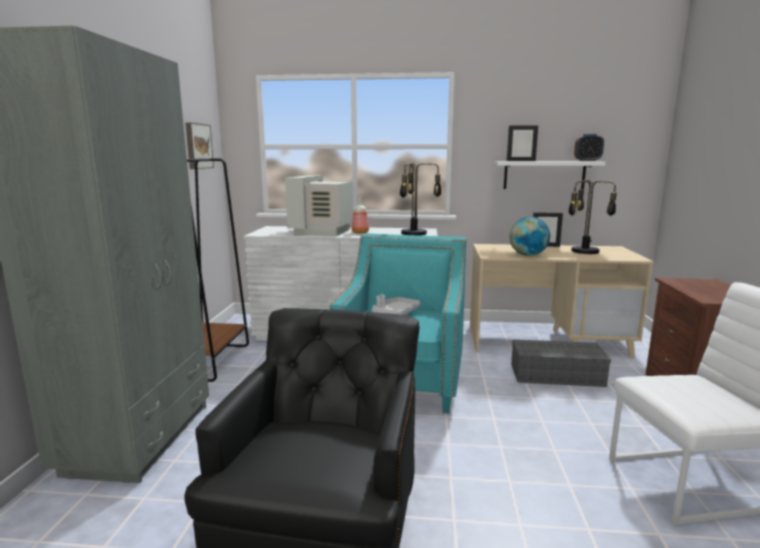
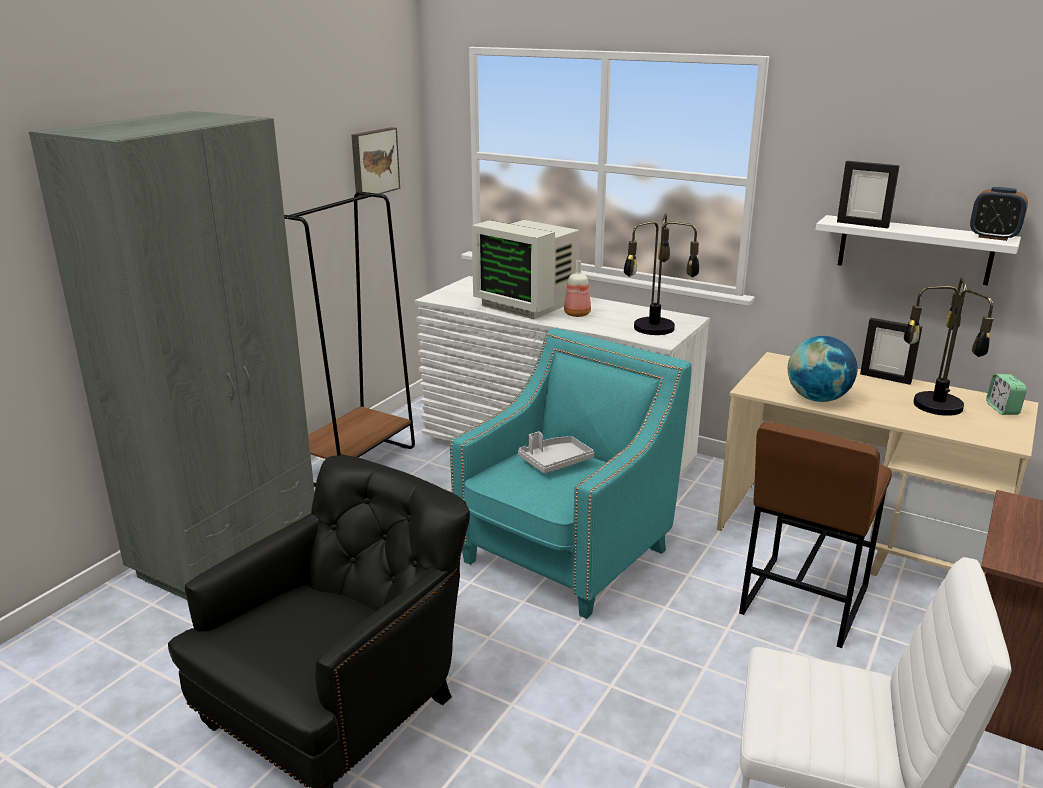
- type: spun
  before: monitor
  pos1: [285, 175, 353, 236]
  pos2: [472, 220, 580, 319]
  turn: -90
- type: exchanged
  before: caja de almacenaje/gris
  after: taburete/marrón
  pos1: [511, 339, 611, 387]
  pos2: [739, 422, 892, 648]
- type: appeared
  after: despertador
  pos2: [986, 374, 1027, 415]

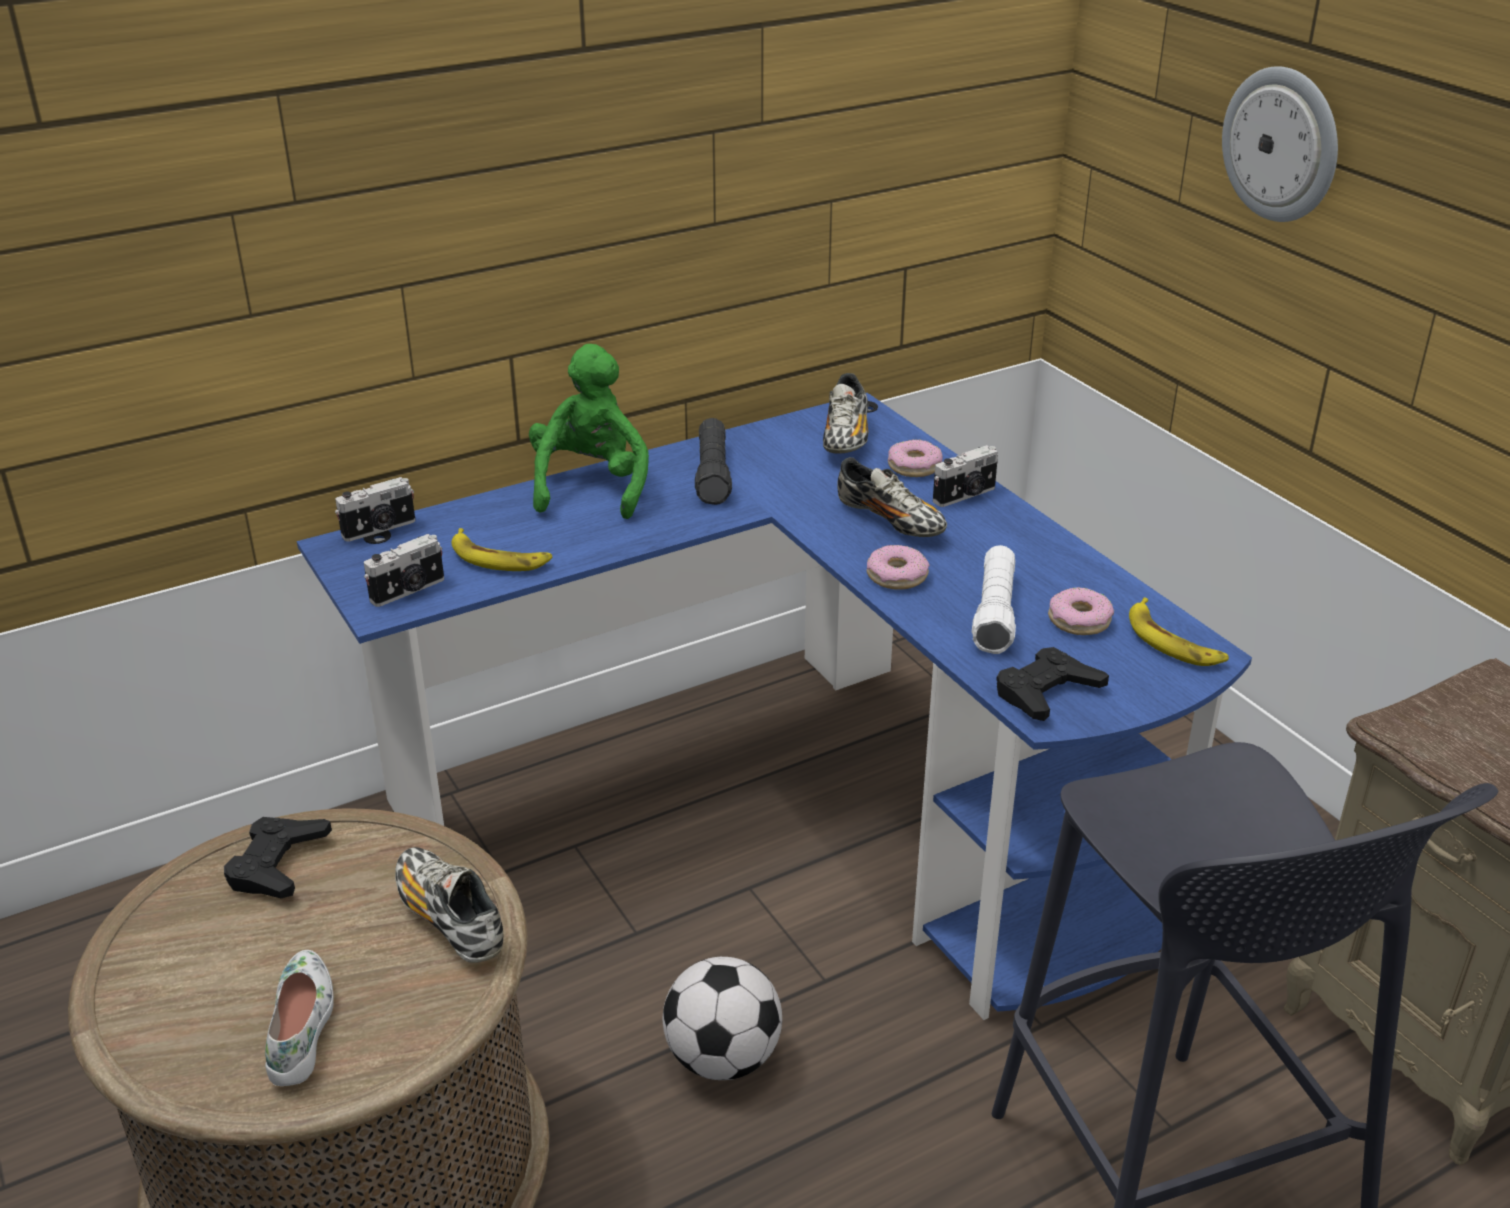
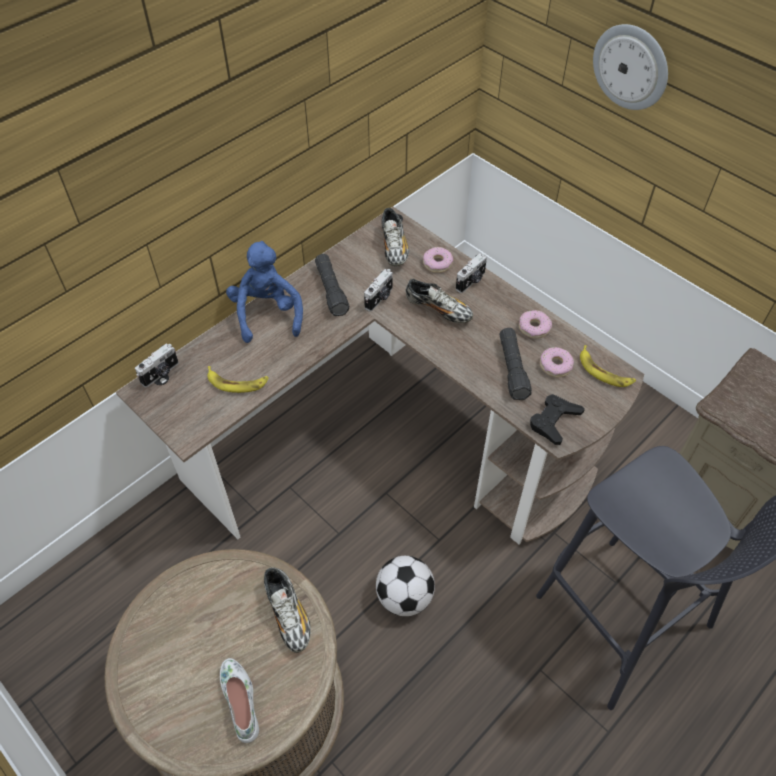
- type: missing
  before: mando de consola/negro
  pos1: [224, 817, 332, 898]
- type: colour
  before: escritorio/azul
  after: escritorio/marrón
  pos1: [297, 393, 1252, 1020]
  pos2: [116, 207, 644, 545]
- type: relocated
  before: cámara
  pos1: [364, 534, 444, 607]
  pos2: [364, 269, 393, 312]
- type: spun
  before: zapato
  pos1: [395, 847, 504, 963]
  pos2: [264, 567, 311, 653]
  turn: -150
- type: colour
  before: peluche/verde
  after: peluche/azul
  pos1: [529, 344, 649, 519]
  pos2: [226, 241, 303, 343]
- type: relocated
  before: rosquilla
  pos1: [867, 545, 930, 590]
  pos2: [519, 310, 552, 338]
- type: colour
  before: linterna/blanco
  after: linterna/negro
  pos1: [972, 545, 1016, 654]
  pos2: [500, 328, 532, 400]

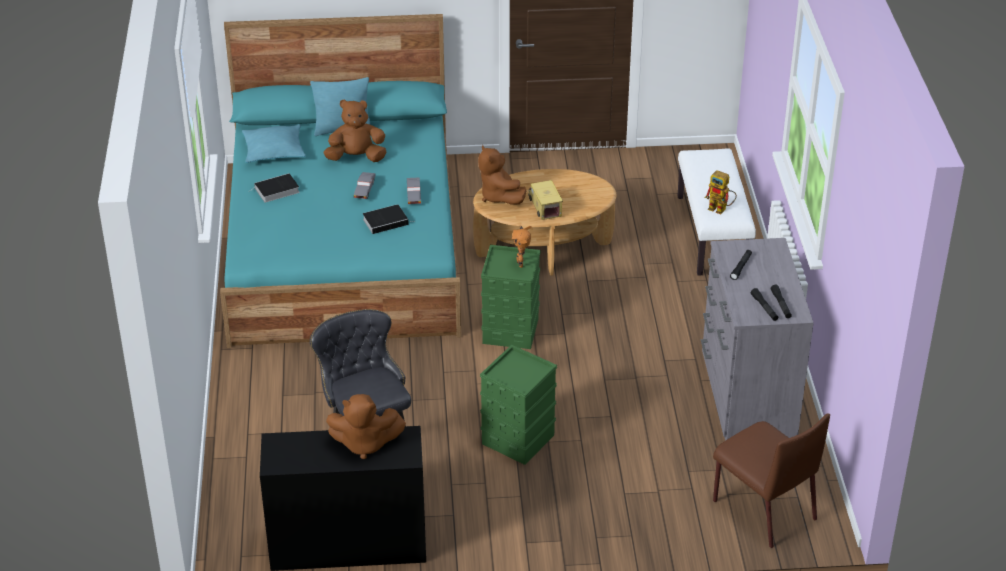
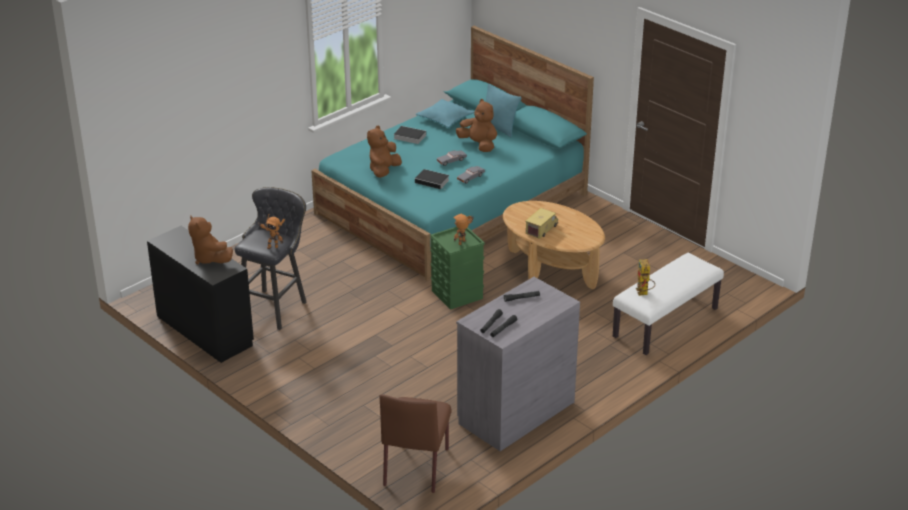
- type: relocated
  before: peluche/marrón
  pos1: [478, 145, 526, 205]
  pos2: [367, 126, 402, 178]
- type: missing
  before: caja de almacenaje/verde
  pos1: [480, 345, 557, 465]
- type: appeared
  after: robot de juguete
  pos2: [257, 215, 285, 249]

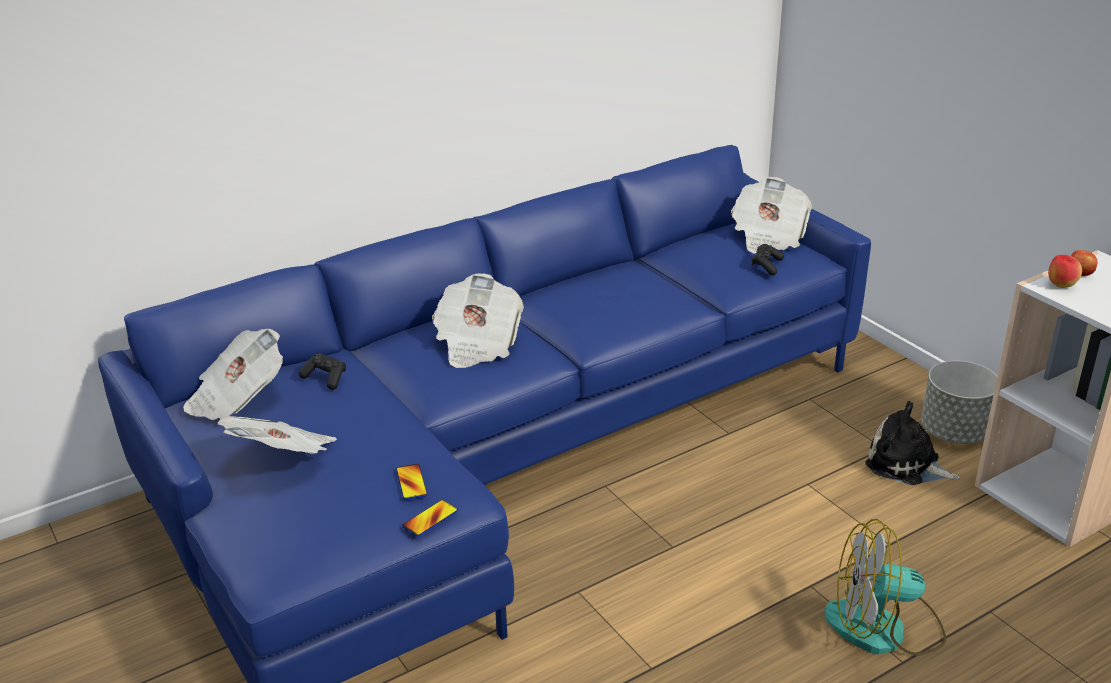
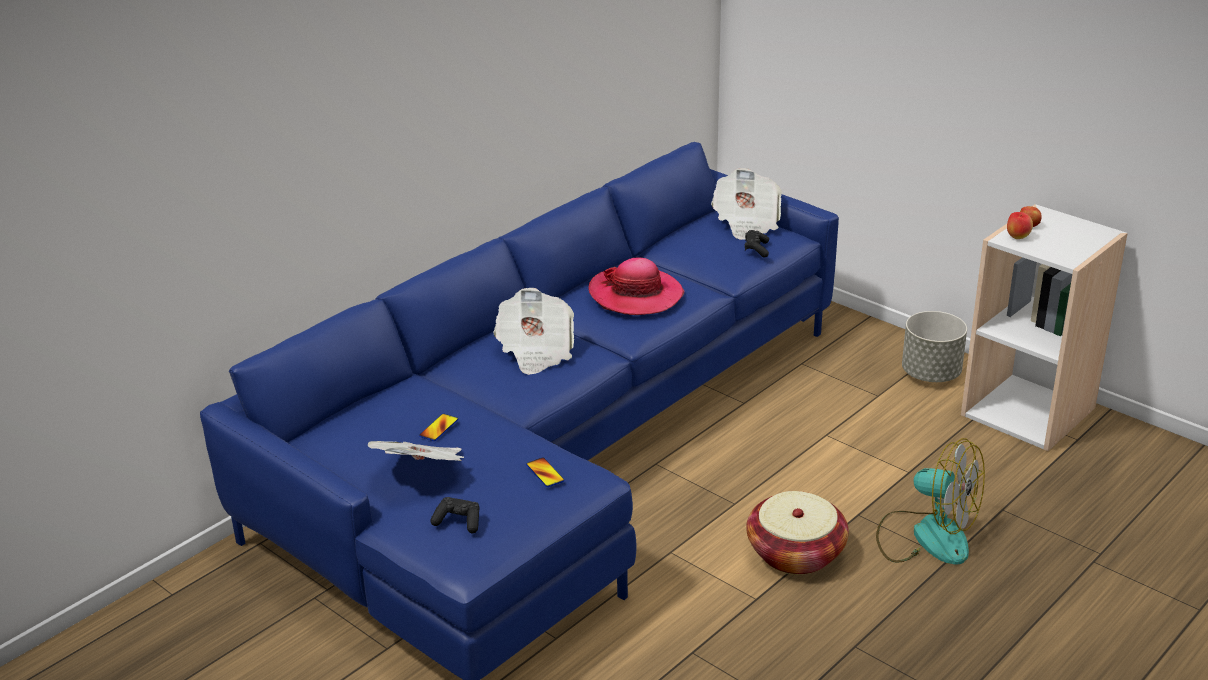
- type: missing
  before: periódico
  pos1: [183, 329, 283, 420]
- type: relocated
  before: mando de consola/negro
  pos1: [298, 353, 346, 390]
  pos2: [430, 497, 480, 533]
- type: relocated
  before: móvil
  pos1: [402, 500, 458, 537]
  pos2: [419, 414, 459, 441]
- type: spun
  before: ventilador
  pos1: [824, 519, 946, 656]
  pos2: [876, 438, 985, 565]
  turn: -135
- type: missing
  before: peluche
  pos1: [865, 401, 960, 485]
- type: appeared
  after: sombrero
  pos2: [589, 257, 684, 315]
- type: appeared
  after: cesta
  pos2: [746, 491, 849, 575]

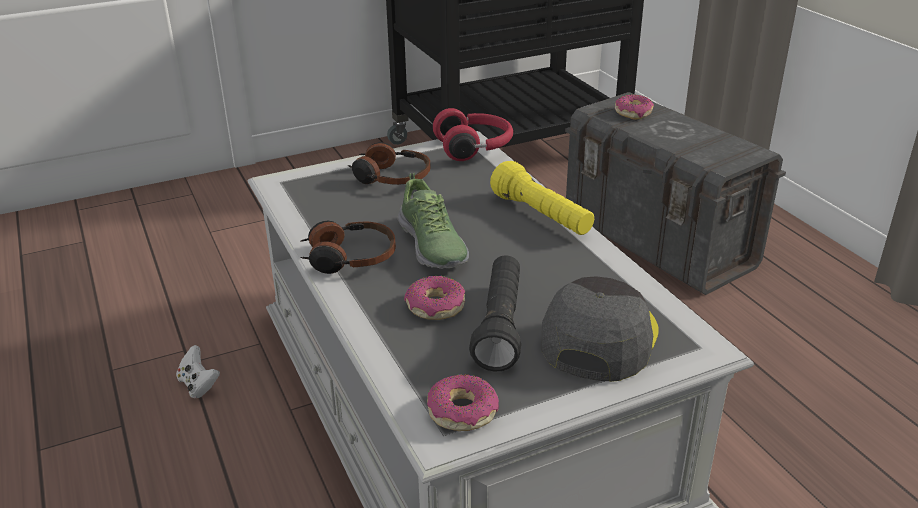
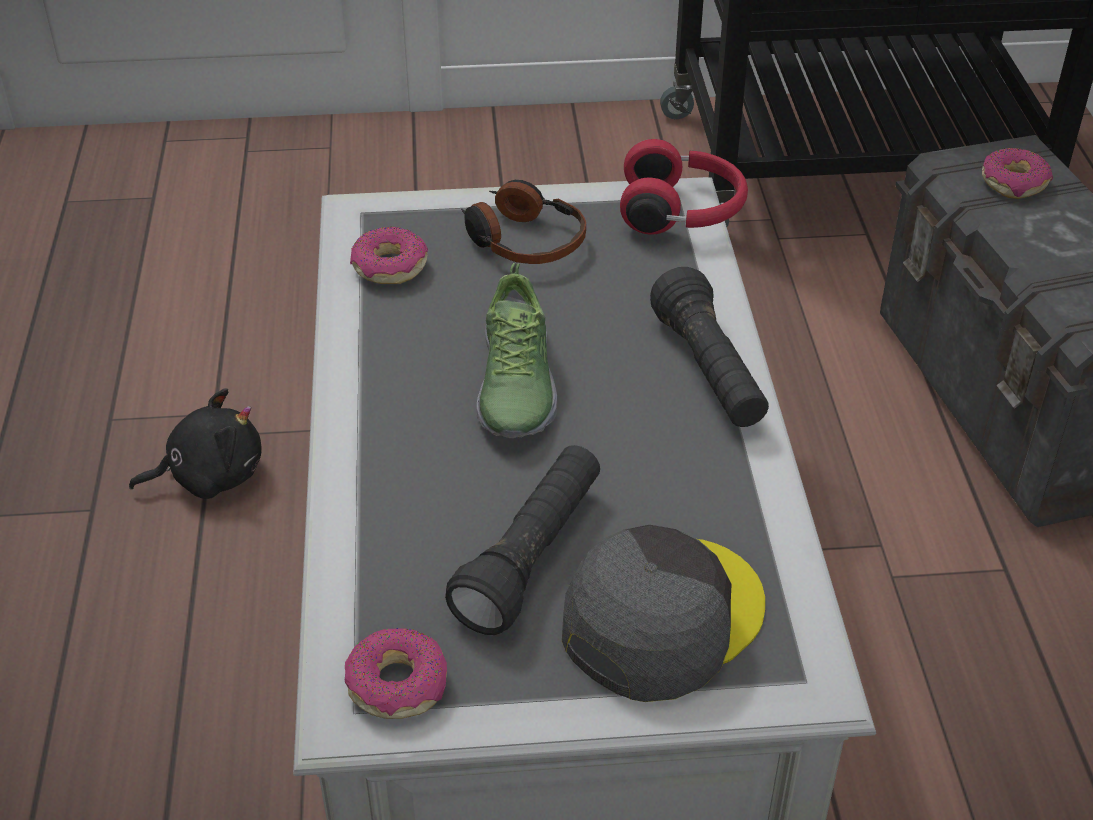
- type: exchanged
  before: mando de consola/blanco
  after: peluche/negro
  pos1: [176, 345, 220, 398]
  pos2: [129, 388, 262, 499]
- type: missing
  before: auriculares
  pos1: [300, 221, 396, 274]
- type: relocated
  before: rosquilla
  pos1: [404, 276, 465, 320]
  pos2: [350, 227, 428, 284]
- type: colour
  before: linterna/amarillo
  after: linterna/negro
  pos1: [490, 161, 594, 235]
  pos2: [650, 267, 769, 427]

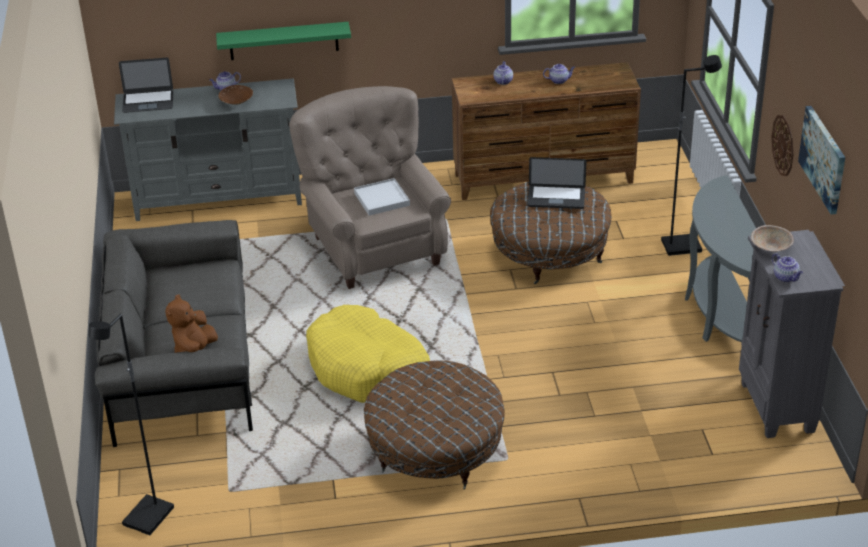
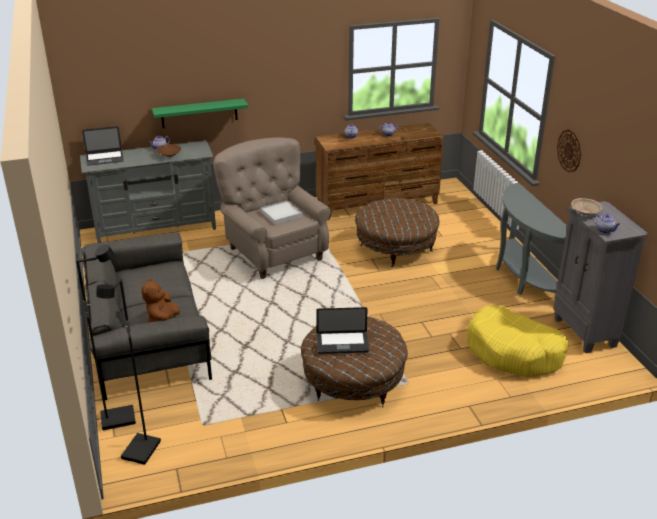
- type: relocated
  before: cama para perro/amarillo
  pos1: [306, 305, 430, 403]
  pos2: [467, 305, 568, 377]
- type: relocated
  before: portátil
  pos1: [527, 157, 586, 209]
  pos2: [316, 307, 369, 354]
- type: relocated
  before: lámpara de pie/negro
  pos1: [661, 55, 722, 256]
  pos2: [76, 245, 136, 430]
- type: missing
  before: cuadro
  pos1: [798, 106, 845, 214]

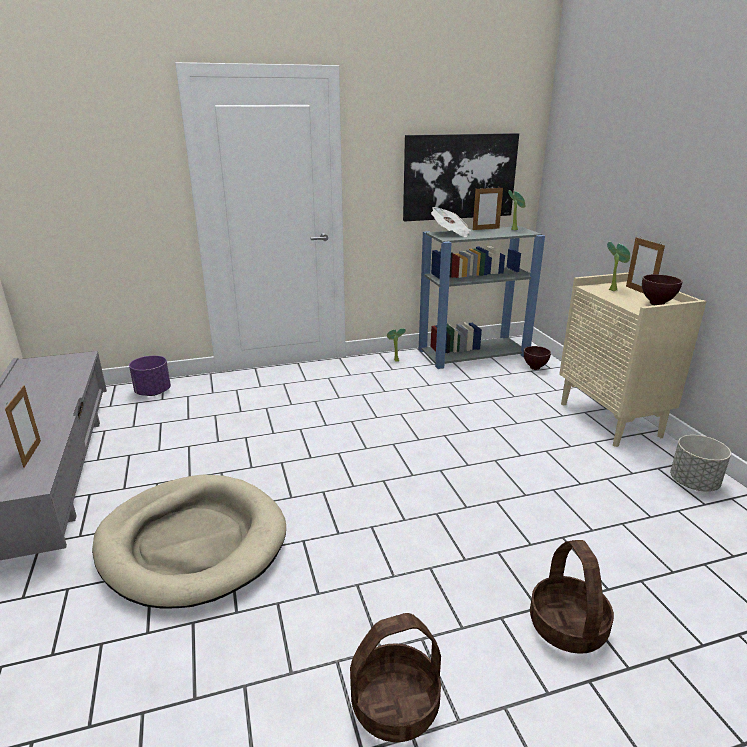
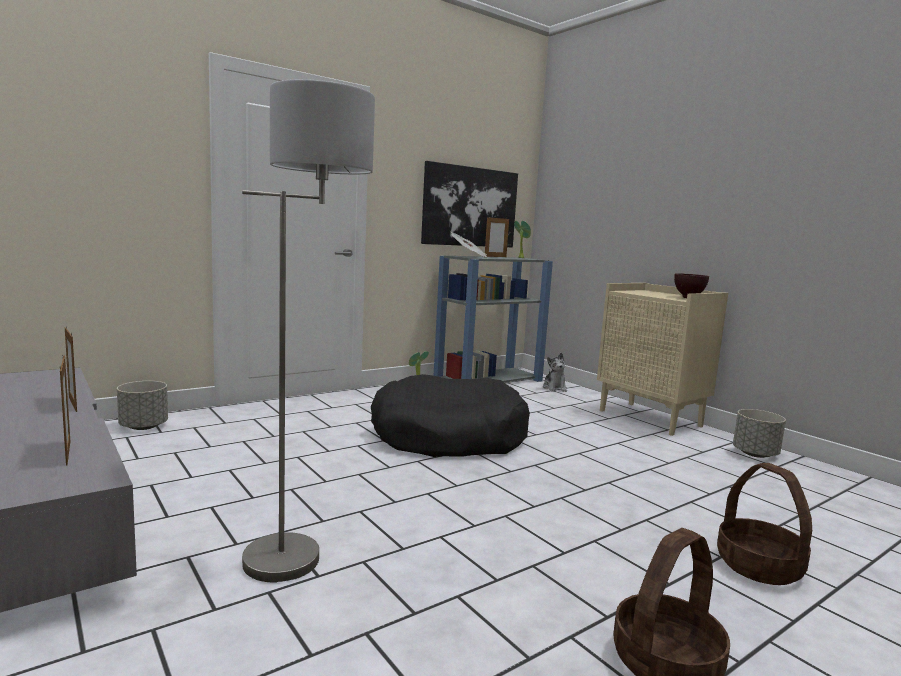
- type: exchanged
  before: cama para perro/beis
  after: lámpara de pie/gris
  pos1: [92, 474, 286, 608]
  pos2: [242, 79, 375, 582]
- type: colour
  before: maceta/morado
  after: maceta/gris
  pos1: [129, 356, 171, 396]
  pos2: [117, 381, 168, 430]
- type: exchanged
  before: cuenco/marrón
  after: peluche
  pos1: [524, 346, 551, 370]
  pos2: [543, 353, 567, 392]
- type: missing
  before: planta en maceta
  pos1: [607, 242, 630, 291]
- type: relocated
  before: portarretratos
  pos1: [626, 237, 665, 293]
  pos2: [65, 326, 77, 412]
- type: appeared
  after: cama para perro/negro
  pos2: [371, 374, 530, 457]

